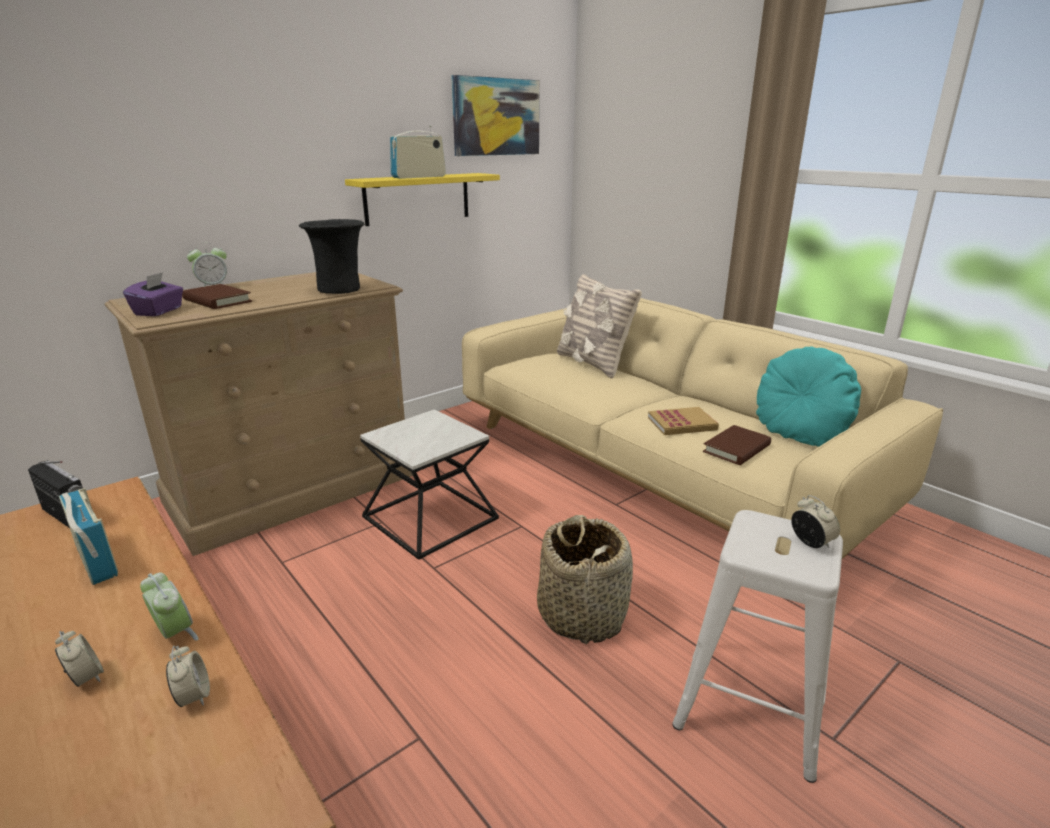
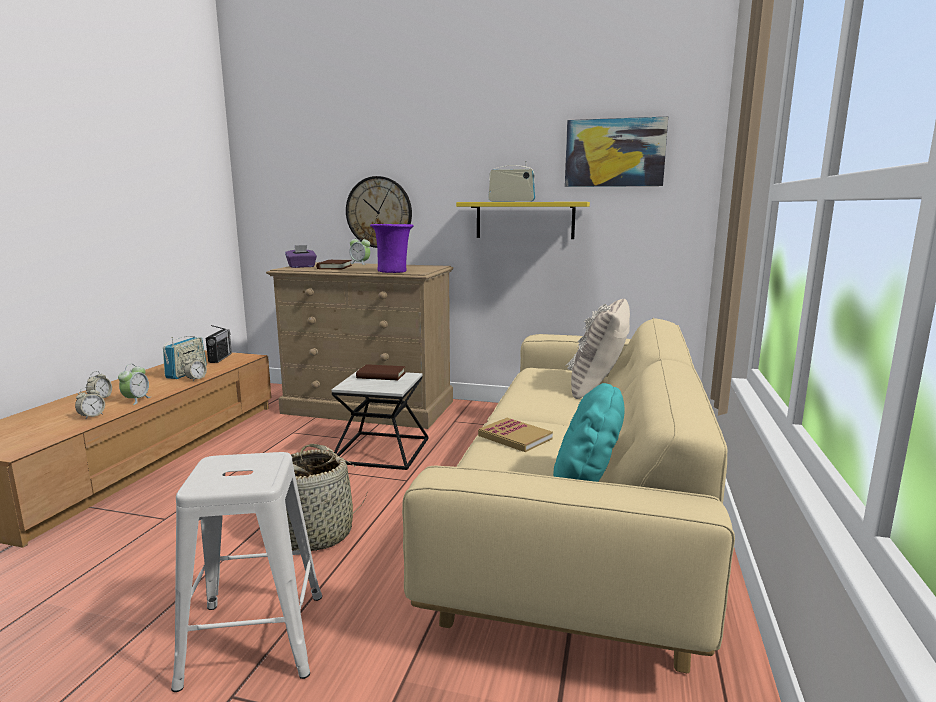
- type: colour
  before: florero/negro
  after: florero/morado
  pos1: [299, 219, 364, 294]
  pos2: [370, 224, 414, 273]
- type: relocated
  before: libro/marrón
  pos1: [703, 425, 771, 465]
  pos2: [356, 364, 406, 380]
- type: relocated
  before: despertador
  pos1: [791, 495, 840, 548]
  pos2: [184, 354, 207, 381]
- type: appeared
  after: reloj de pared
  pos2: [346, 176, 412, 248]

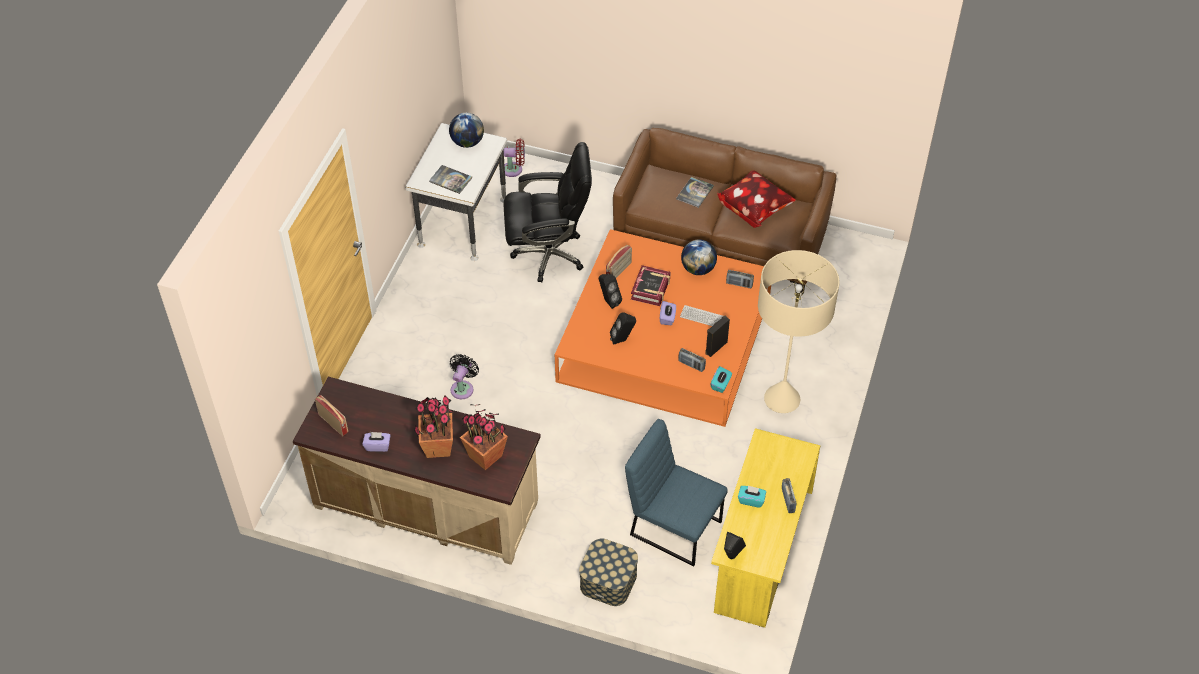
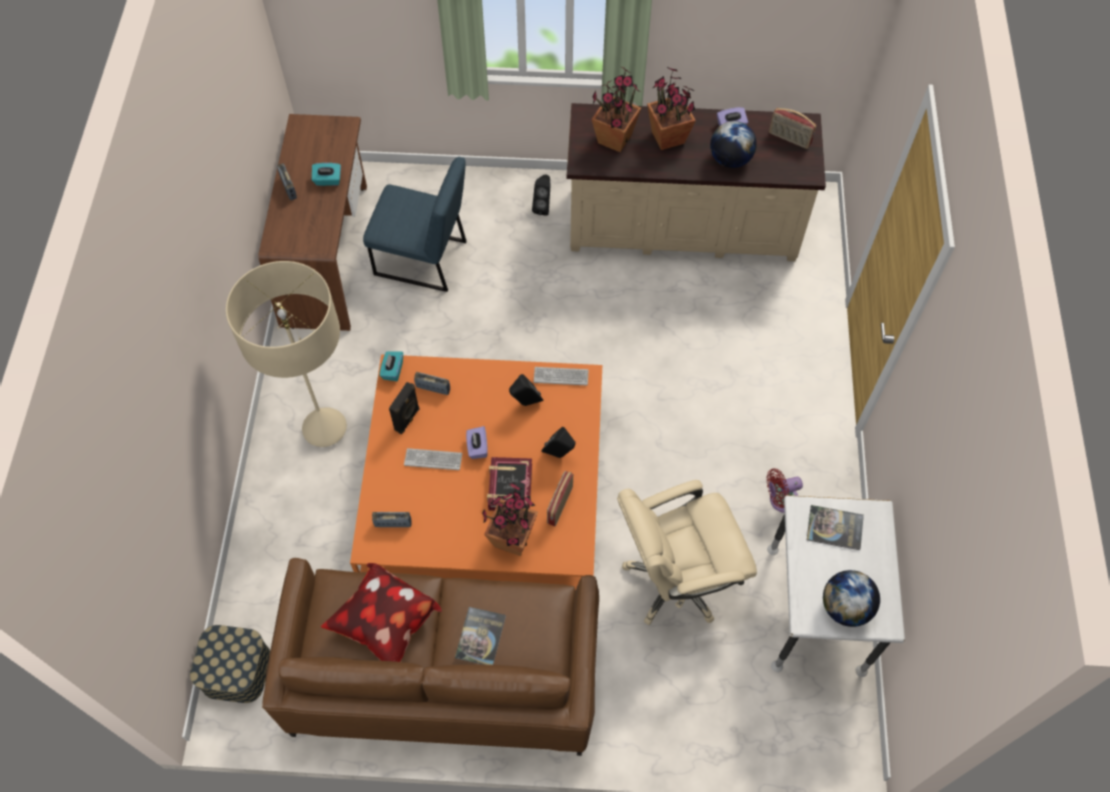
- type: missing
  before: ventilador/negro
  pos1: [450, 354, 479, 399]
- type: relocated
  before: ventilador/rojo
  pos1: [503, 139, 525, 177]
  pos2: [767, 468, 803, 513]
- type: colour
  before: silla de oficina/negro
  after: silla de oficina/beis
  pos1: [504, 142, 592, 283]
  pos2: [617, 480, 757, 625]
- type: relocated
  before: caja de almacenaje
  pos1: [579, 539, 638, 606]
  pos2: [190, 625, 270, 703]
- type: relocated
  before: globo terráqueo
  pos1: [681, 239, 717, 275]
  pos2: [710, 121, 757, 168]
- type: colour
  before: escritorio/amarillo
  after: escritorio/marrón
  pos1: [711, 428, 820, 627]
  pos2: [258, 114, 367, 331]
- type: relocated
  before: altavoz/negro
  pos1: [724, 531, 746, 559]
  pos2: [532, 175, 551, 216]
- type: appeared
  after: planta en maceta
  pos2: [482, 482, 538, 556]
- type: appeared
  after: teclado
  pos2: [534, 367, 588, 385]

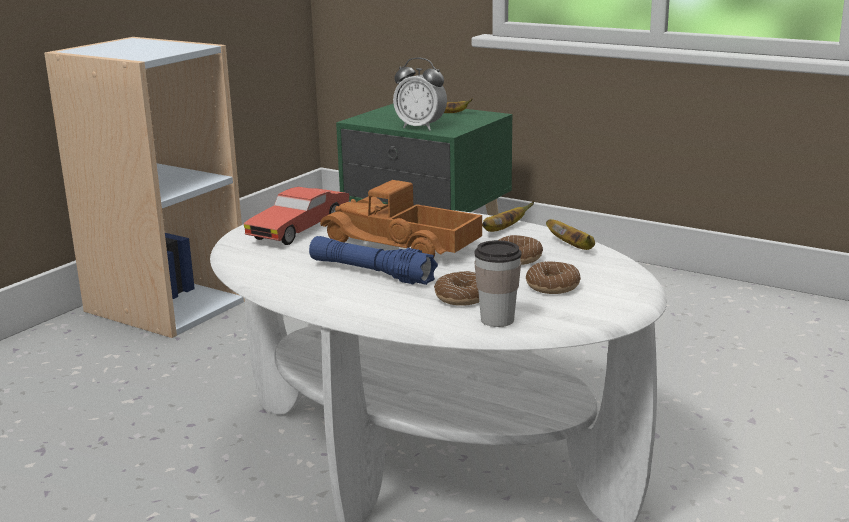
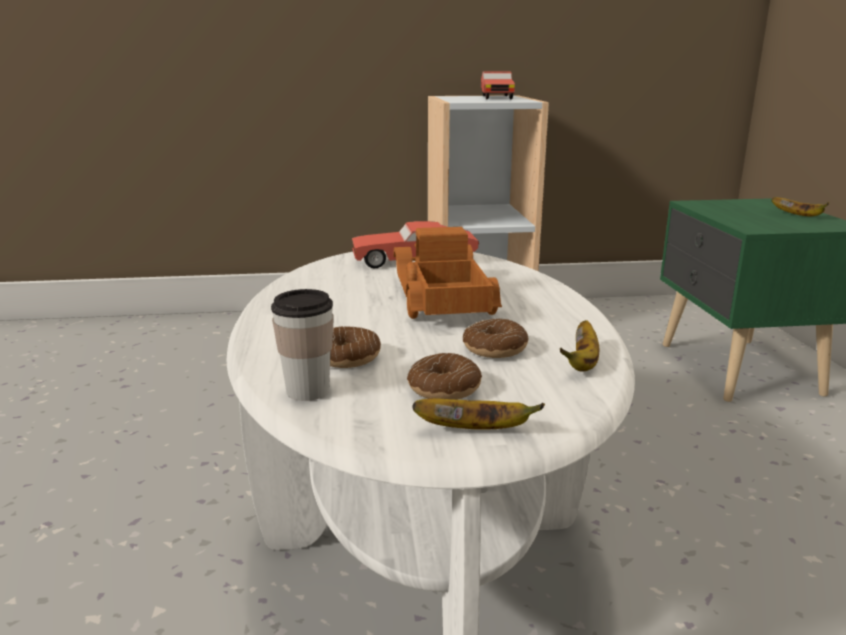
- type: missing
  before: linterna/azul
  pos1: [309, 236, 438, 285]
- type: missing
  before: despertador
  pos1: [393, 58, 447, 130]
- type: relocated
  before: plátano
  pos1: [482, 201, 535, 232]
  pos2: [412, 398, 545, 430]
- type: appeared
  after: coche de juguete/rojo
  pos2: [481, 71, 515, 99]

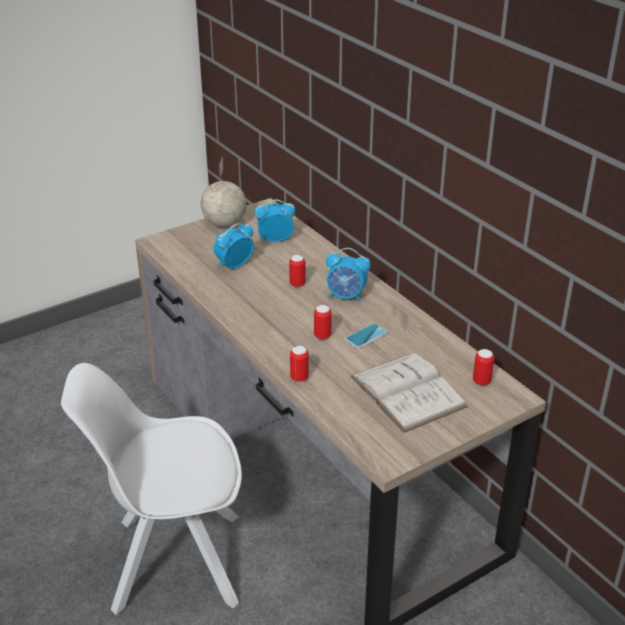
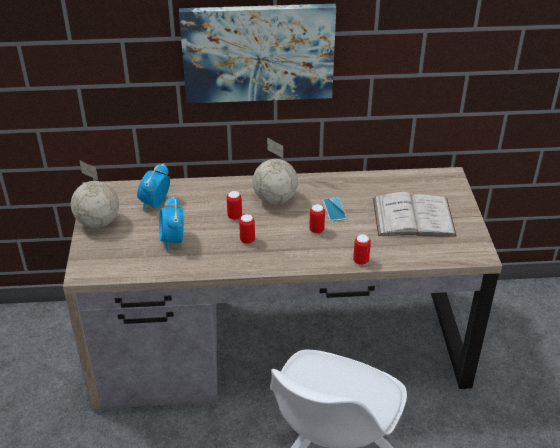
- type: exchanged
  before: despertador
  after: globo terráqueo
  pos1: [326, 248, 371, 302]
  pos2: [253, 138, 298, 205]
- type: relocated
  before: lata
  pos1: [473, 349, 494, 385]
  pos2: [239, 214, 255, 244]
- type: appeared
  after: cuadro
  pos2: [179, 4, 336, 103]

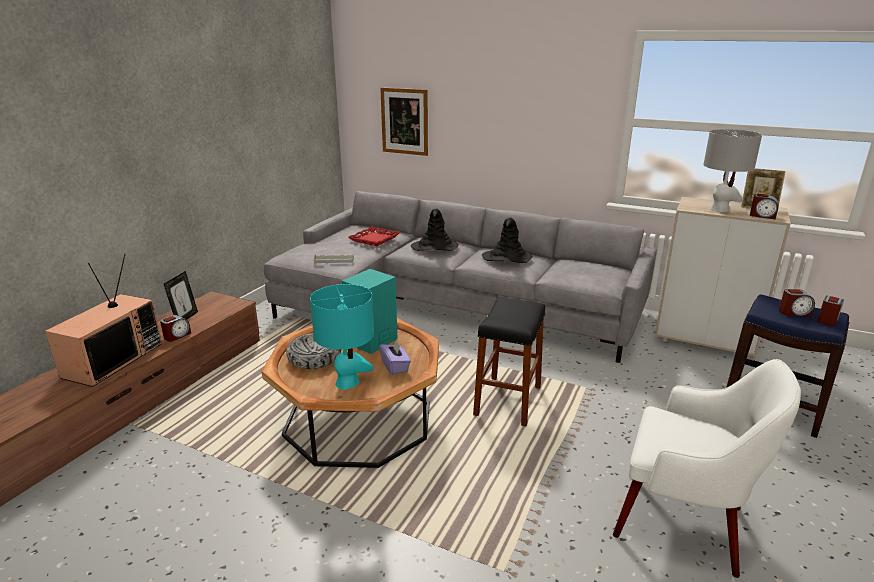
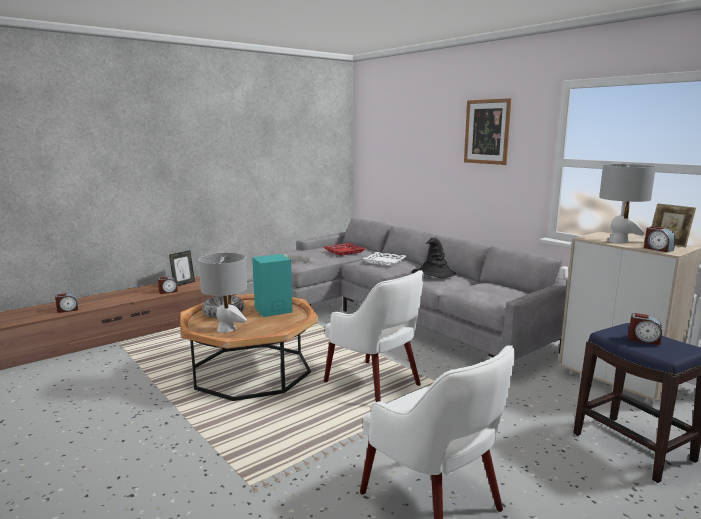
- type: missing
  before: televisor
  pos1: [45, 254, 162, 387]
- type: colour
  before: lámpara de mesa/turquesa
  after: lámpara de mesa/gris
  pos1: [310, 284, 374, 390]
  pos2: [198, 253, 247, 333]
- type: missing
  before: caja de pañuelos/morado
  pos1: [379, 340, 411, 375]
- type: relocated
  before: cuadro
  pos1: [380, 87, 428, 156]
  pos2: [464, 98, 511, 165]
- type: exchanged
  before: sombrero/negro
  after: bandeja/blanco
  pos1: [411, 209, 459, 251]
  pos2: [363, 252, 406, 266]
- type: exchanged
  before: taburete/negro
  after: sillón/blanco
  pos1: [473, 297, 545, 426]
  pos2: [324, 270, 424, 402]
- type: relocated
  before: despertador
  pos1: [817, 295, 844, 326]
  pos2: [55, 293, 78, 313]

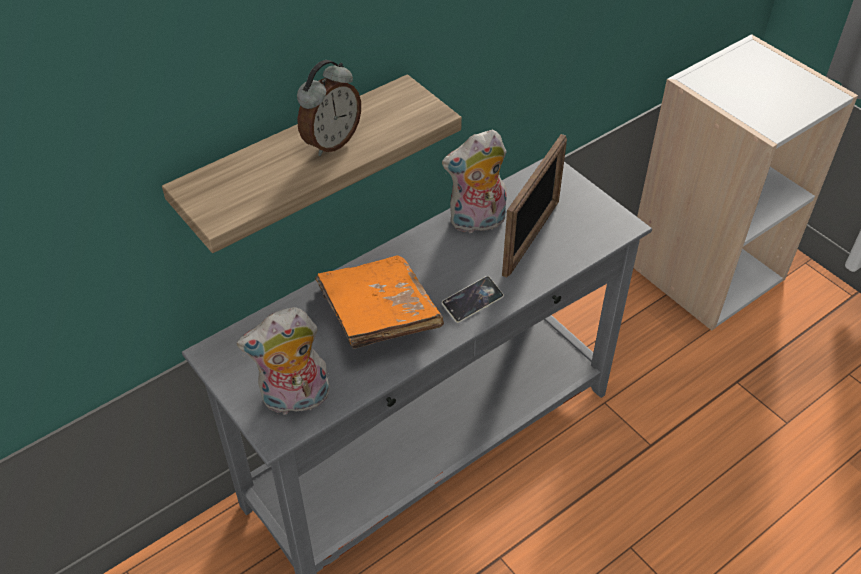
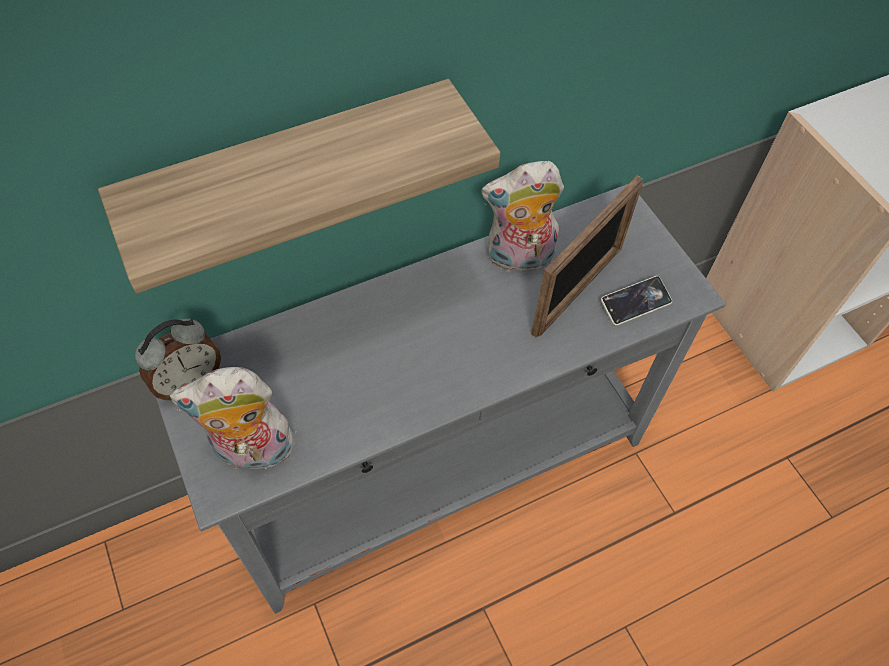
- type: relocated
  before: despertador
  pos1: [297, 60, 361, 156]
  pos2: [135, 318, 221, 400]
- type: missing
  before: libro/naranja
  pos1: [315, 255, 444, 349]
- type: relocated
  before: móvil
  pos1: [441, 276, 504, 323]
  pos2: [601, 276, 672, 326]

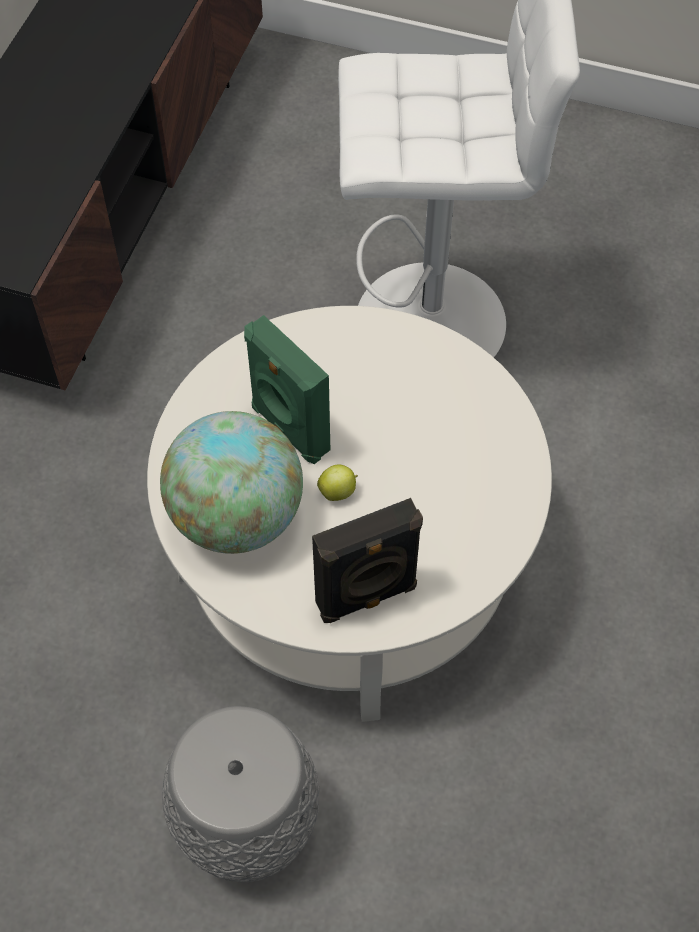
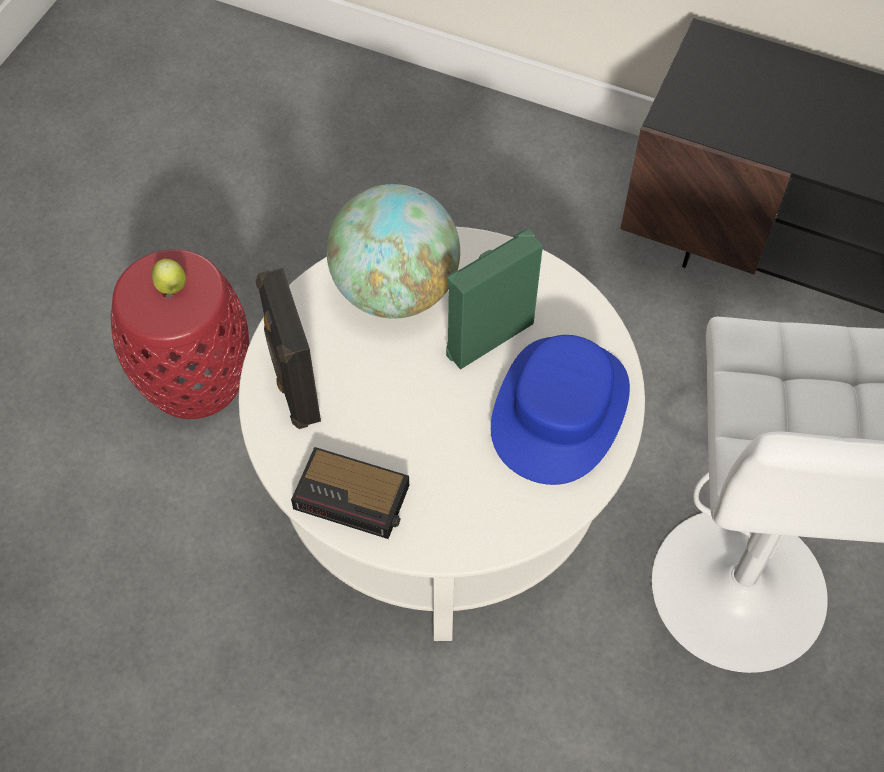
- type: colour
  before: taburete/gris
  after: taburete/rojo
  pos1: [162, 706, 319, 882]
  pos2: [111, 249, 249, 419]
- type: relocated
  before: manzana
  pos1: [317, 465, 358, 501]
  pos2: [152, 259, 186, 294]
- type: appeared
  after: despertador
  pos2: [291, 447, 409, 539]
- type: appeared
  after: sombrero/azul
  pos2: [491, 335, 630, 485]

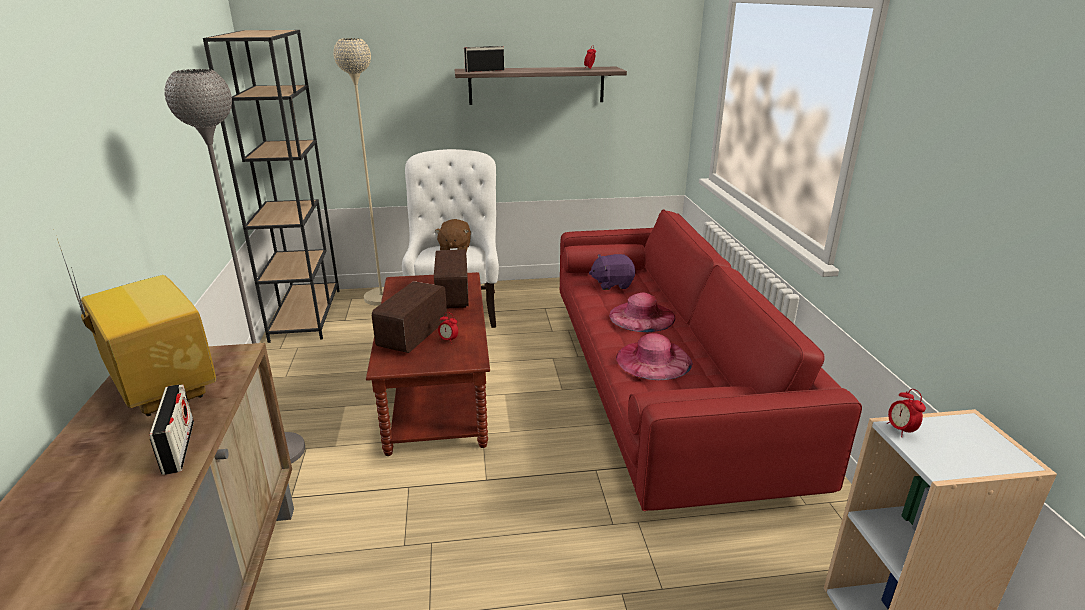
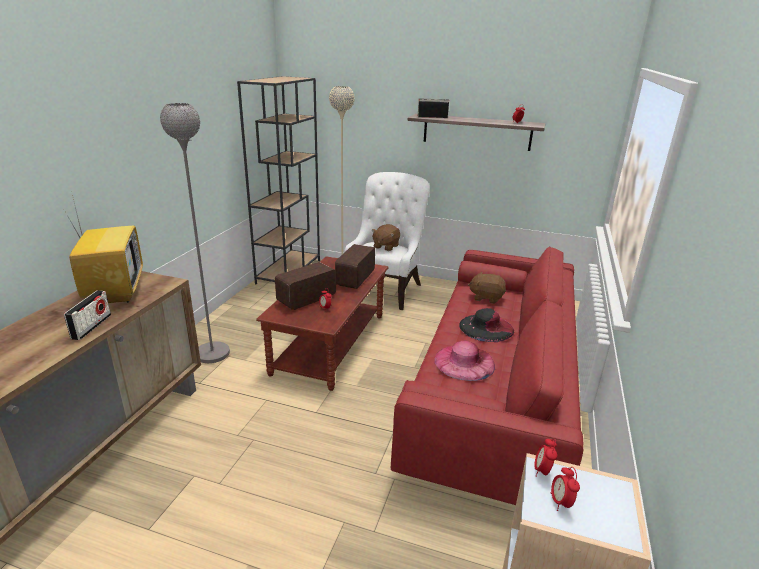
- type: colour
  before: peluche/morado
  after: peluche/marrón
  pos1: [589, 254, 635, 290]
  pos2: [468, 272, 506, 304]
- type: colour
  before: sombrero/rosa
  after: sombrero/negro
  pos1: [609, 292, 675, 332]
  pos2: [459, 308, 514, 342]
- type: appeared
  after: despertador
  pos2: [551, 467, 580, 511]

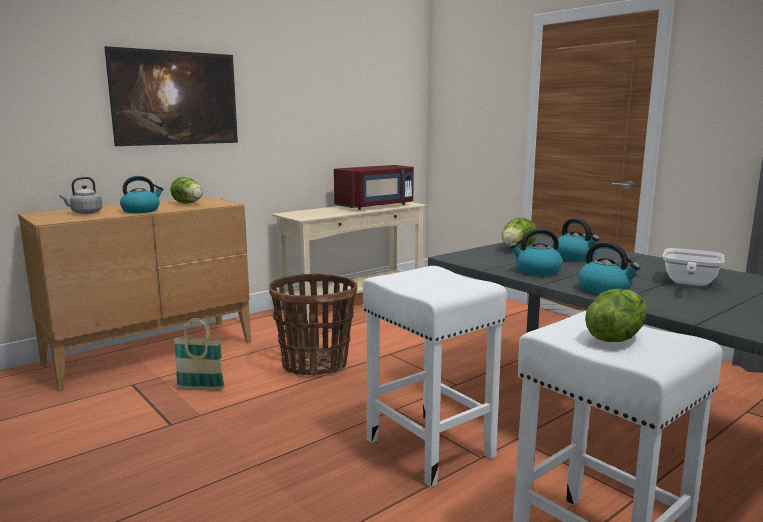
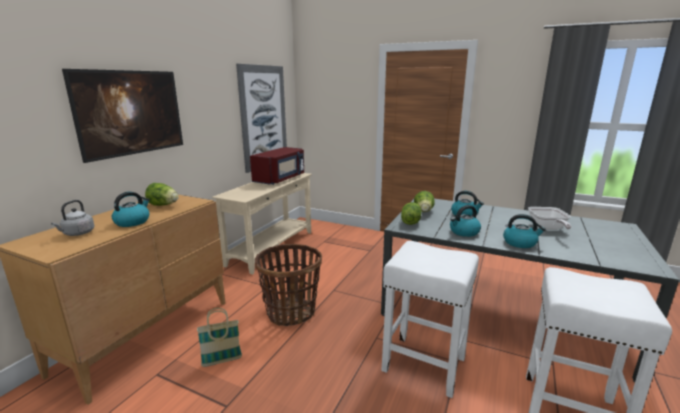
- type: relocated
  before: lechuga
  pos1: [585, 289, 646, 342]
  pos2: [401, 202, 421, 225]
- type: appeared
  after: cuadro
  pos2: [236, 64, 287, 173]

